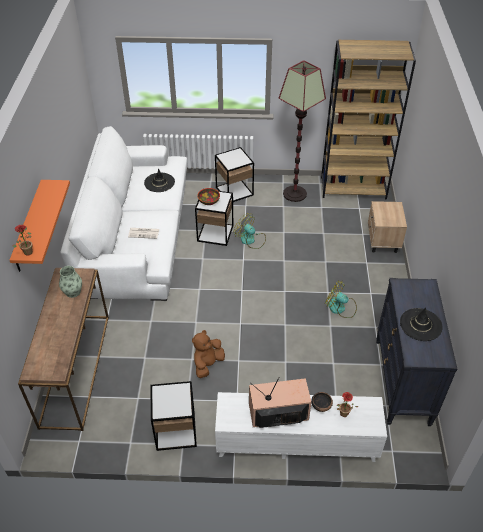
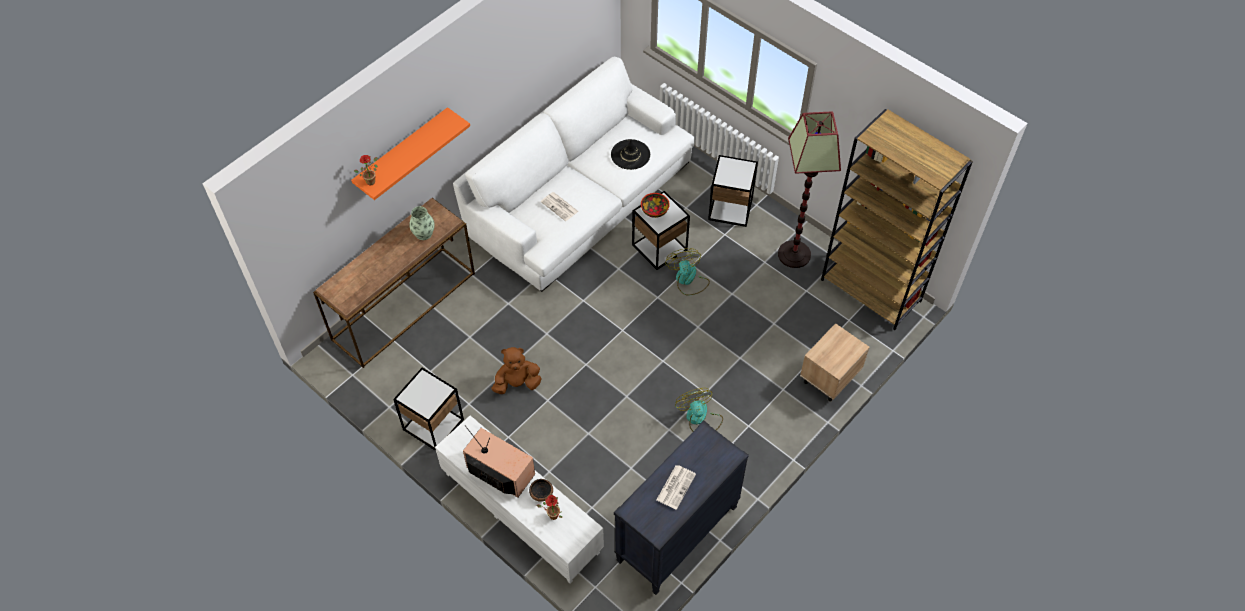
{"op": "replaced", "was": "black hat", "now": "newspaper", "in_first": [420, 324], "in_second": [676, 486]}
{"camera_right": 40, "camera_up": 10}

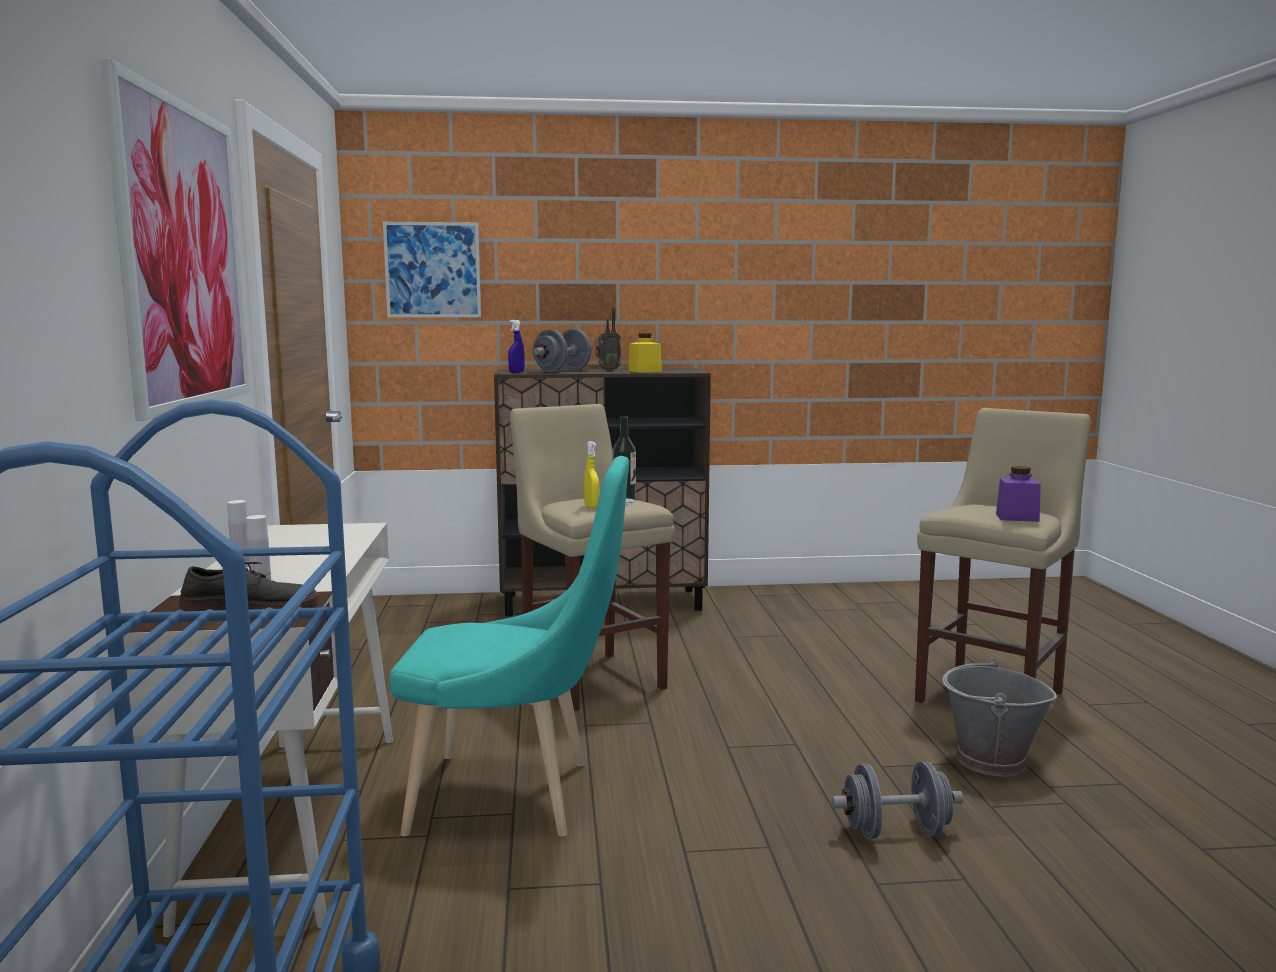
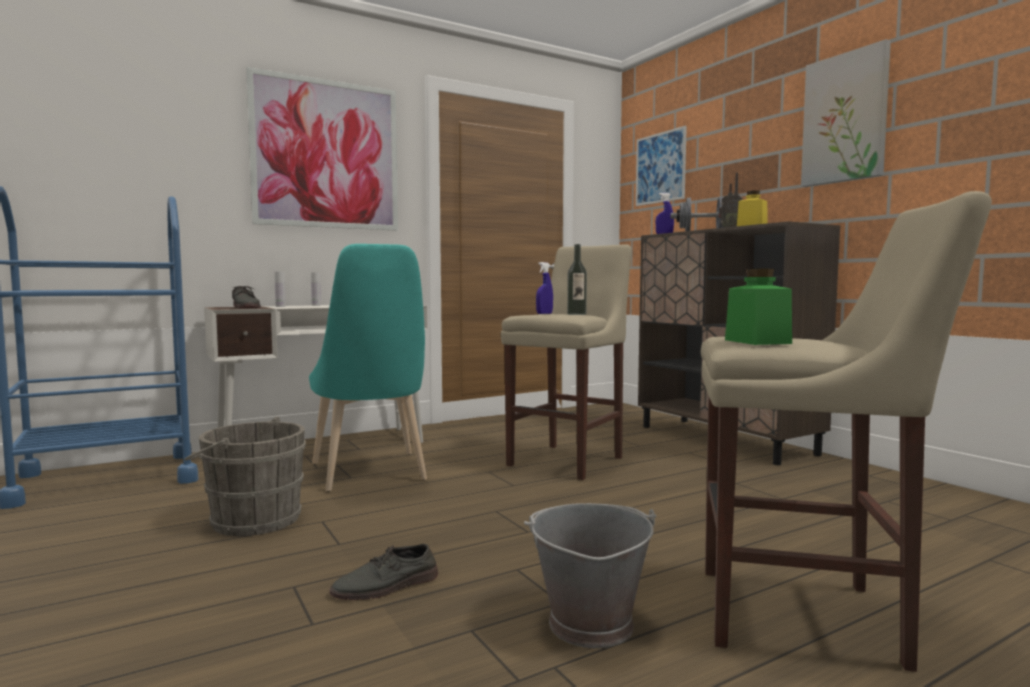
{"op": "added", "now": "grey bucket", "in_second": [251, 519]}
{"op": "added", "now": "picture", "in_second": [845, 118]}
{"op": "replaced", "was": "grey dumbbell", "now": "grey shoe", "in_first": [895, 832], "in_second": [386, 586]}
{"op": "recoloured", "was": "yellow spray bottle", "now": "blue spray bottle", "in_first": [591, 506], "in_second": [544, 314]}
{"op": "recoloured", "was": "purple jar", "now": "green jar", "in_first": [1017, 517], "in_second": [757, 342]}
{"camera_right": 65, "camera_up": -5}

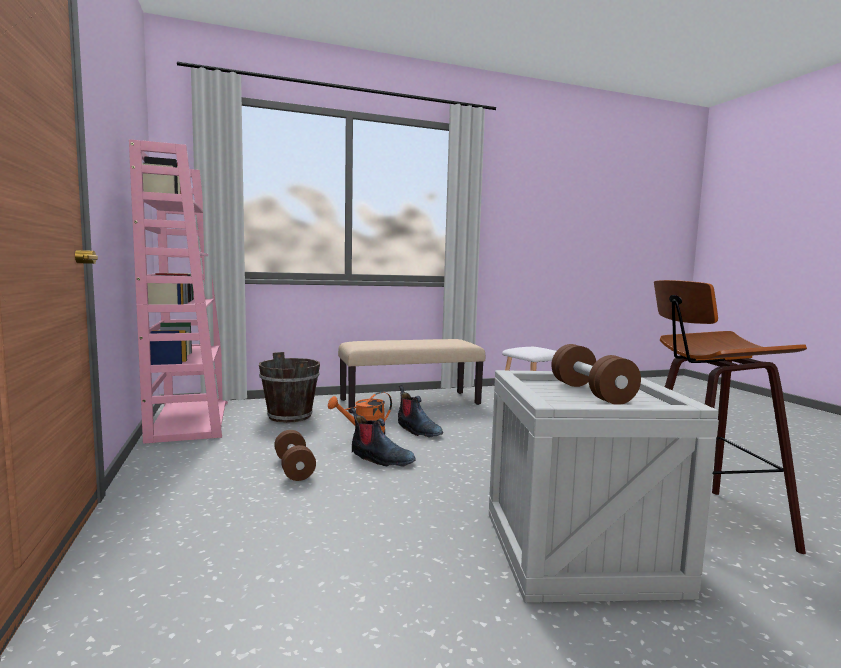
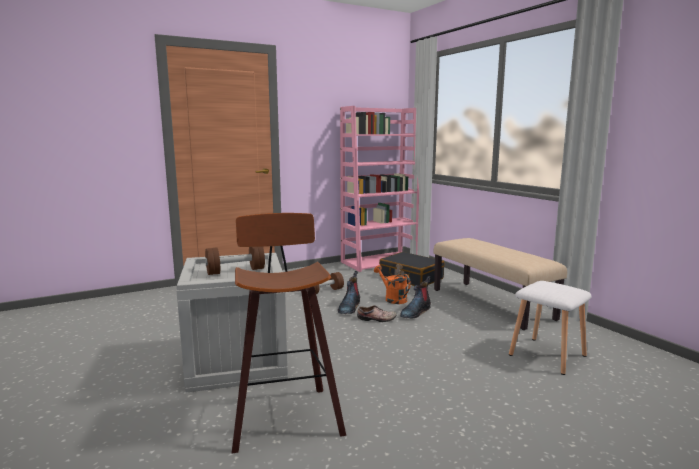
{"op": "added", "now": "shoe", "in_second": [377, 319]}
{"op": "replaced", "was": "brown bucket", "now": "black suitcase", "in_first": [290, 416], "in_second": [410, 278]}
{"camera_right": 80, "camera_up": 5}

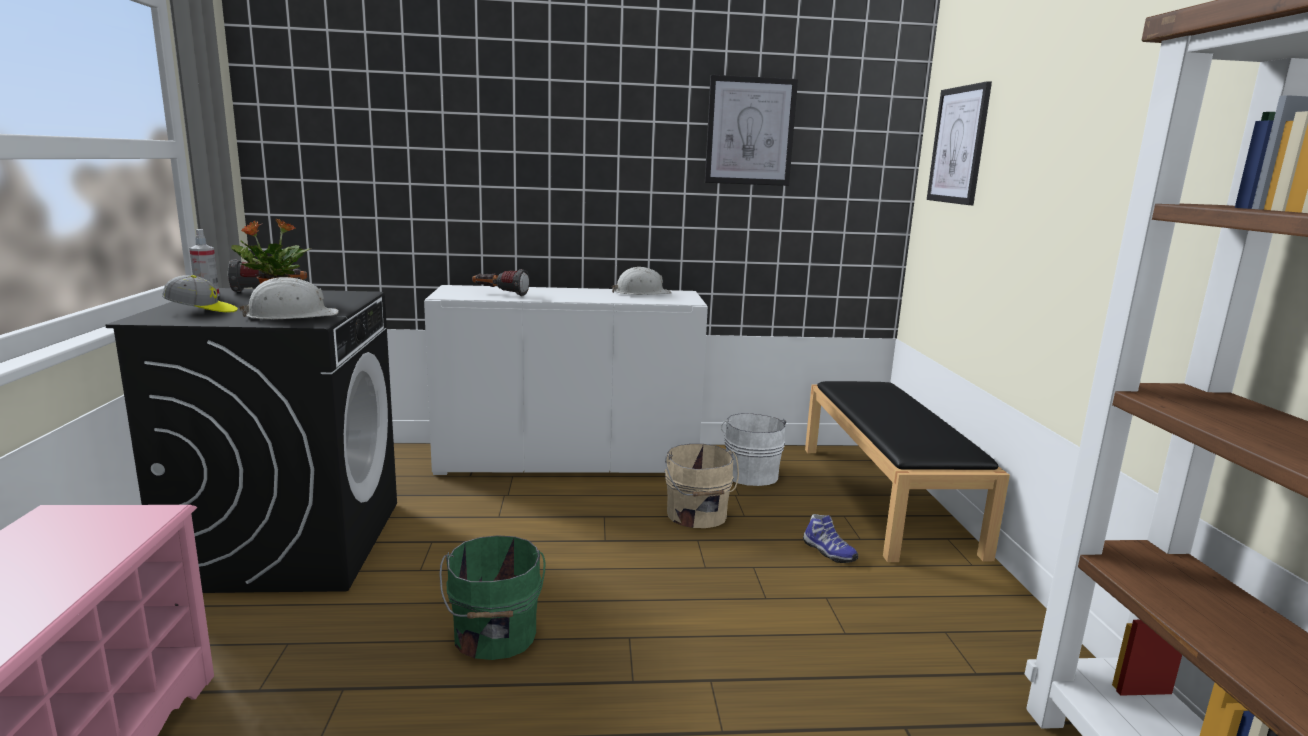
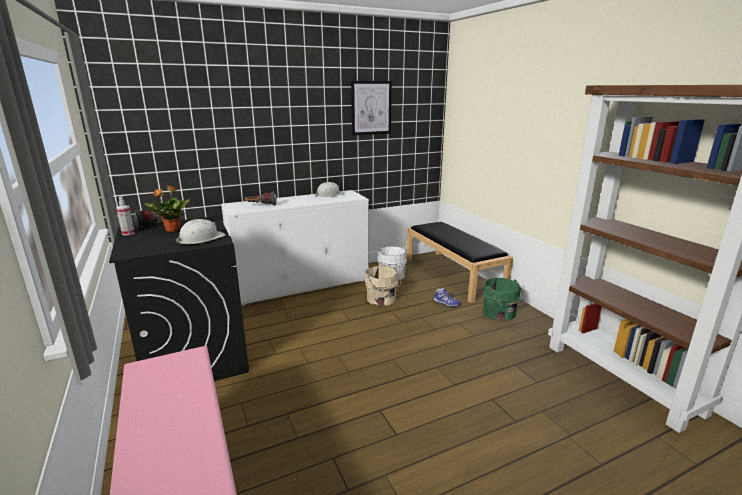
{"op": "removed", "was": "cap", "in_first": [202, 310]}
{"op": "removed", "was": "picture", "in_first": [958, 145]}
{"op": "moved", "was": "green bucket", "in_first": [494, 636], "in_second": [500, 314]}
{"camera_right": -20, "camera_up": 5}

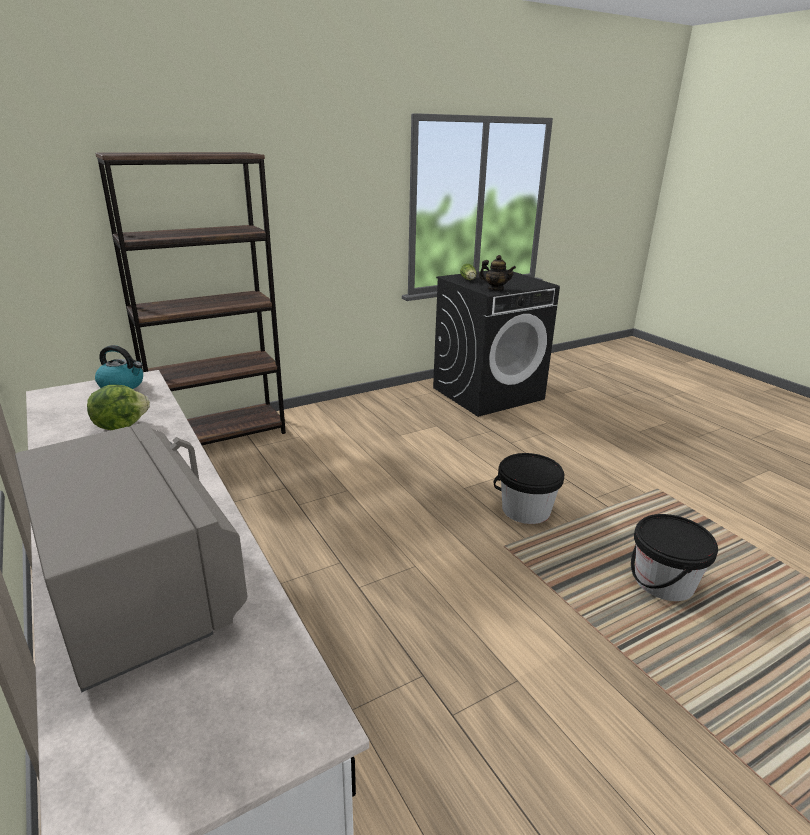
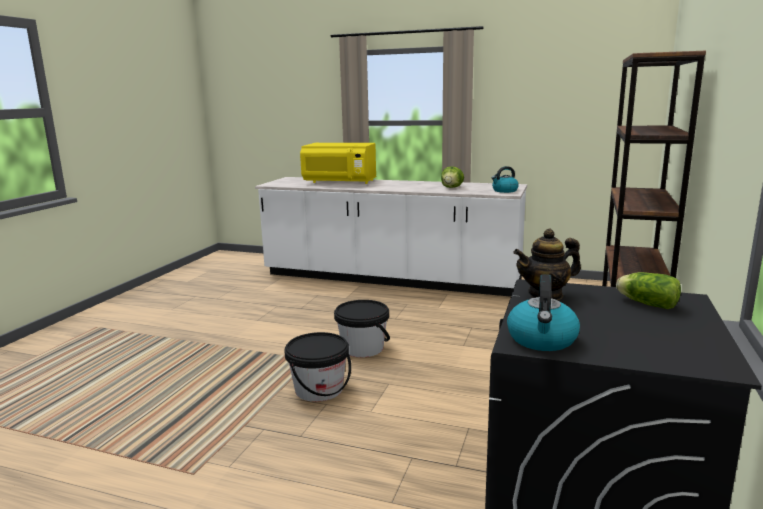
{"op": "added", "now": "kettle", "in_second": [542, 340]}
{"op": "moved", "was": "black bucket", "in_first": [663, 582], "in_second": [363, 348]}
{"op": "recoloured", "was": "grey microwave", "now": "yellow microwave", "in_first": [142, 588], "in_second": [340, 182]}
{"camera_right": 140, "camera_up": -10}

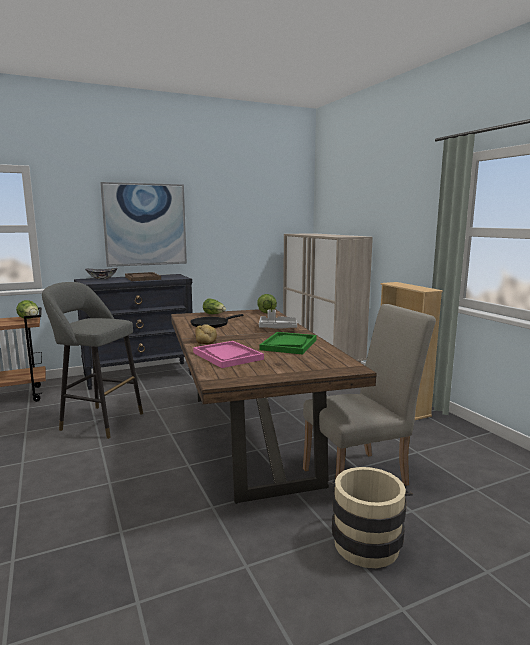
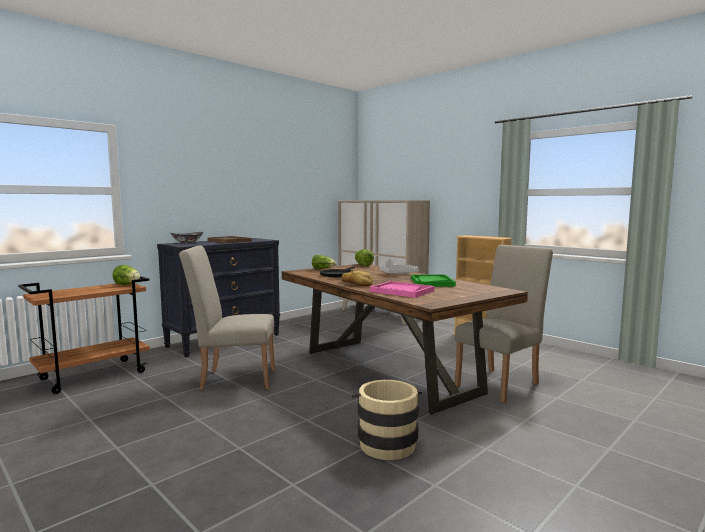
{"op": "removed", "was": "picture", "in_first": [145, 224]}
{"op": "moved", "was": "beige bucket", "in_first": [366, 540], "in_second": [386, 442]}
{"op": "replaced", "was": "grey stool", "now": "beige chair", "in_first": [98, 421], "in_second": [232, 379]}
{"camera_right": -20, "camera_up": -5}

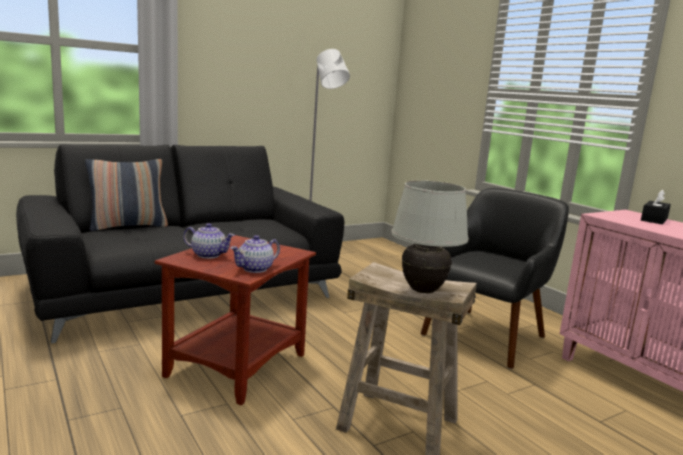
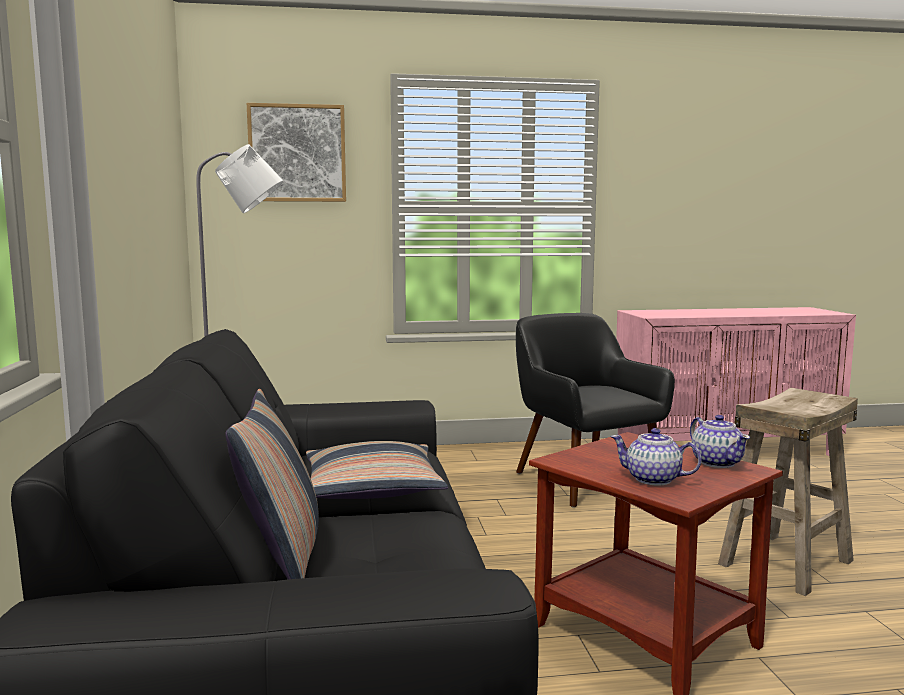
{"op": "removed", "was": "white table lamp", "in_first": [423, 291]}
{"op": "removed", "was": "black tissue box", "in_first": [654, 219]}
{"op": "added", "now": "picture", "in_second": [297, 153]}
{"op": "added", "now": "pillow", "in_second": [372, 488]}
{"op": "turned", "was": "teapot", "in_first": [208, 255], "in_second": [654, 479], "clockwise": -105}
{"camera_right": -65, "camera_up": -5}

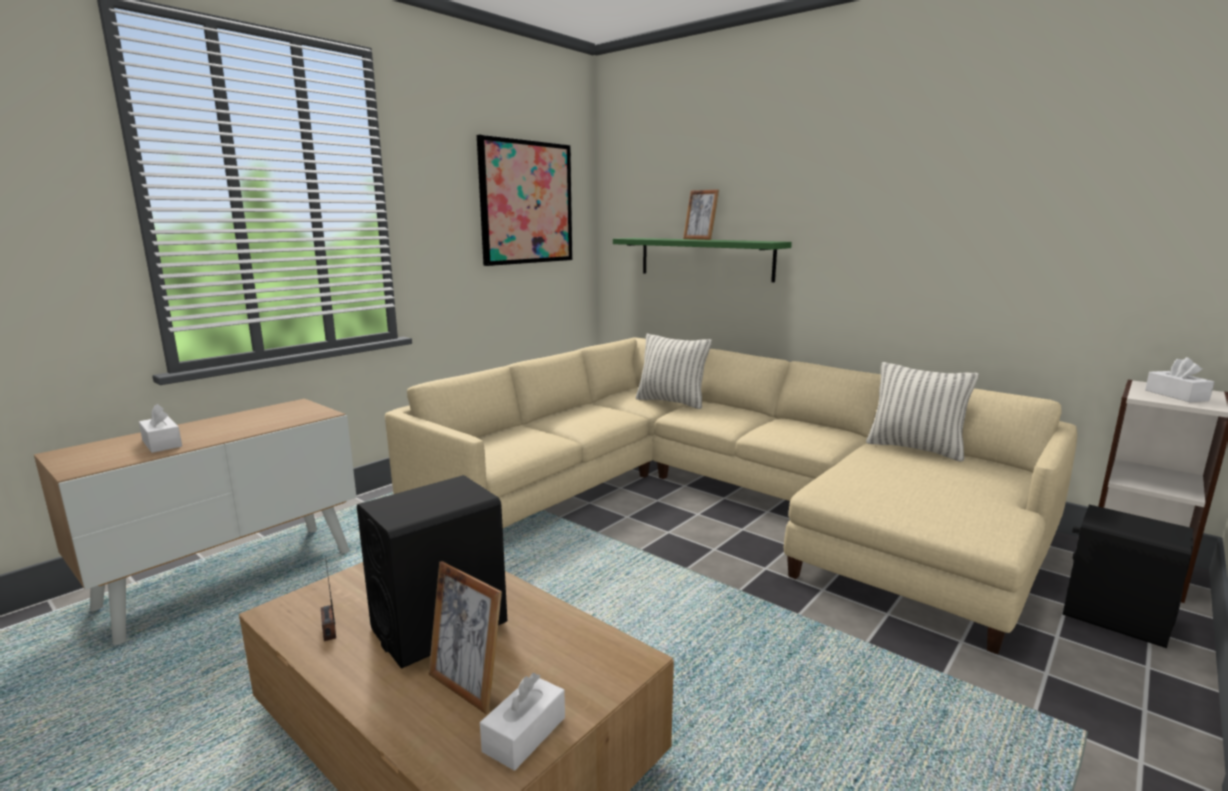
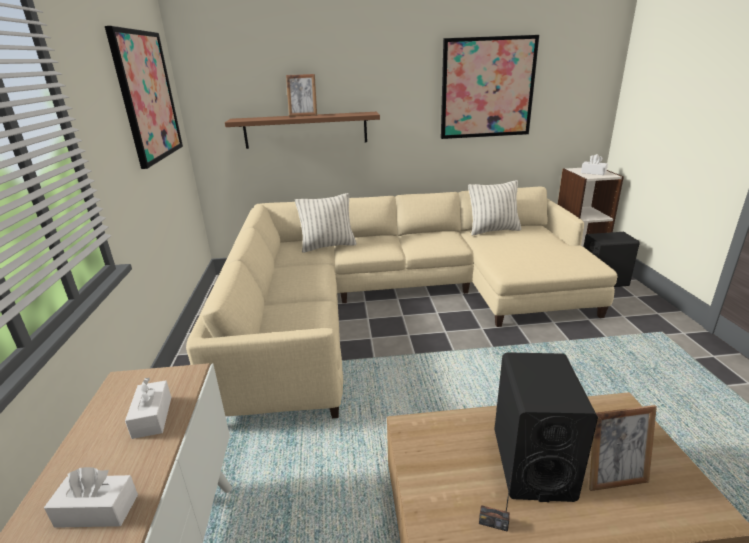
{"op": "added", "now": "picture", "in_second": [487, 88]}
{"op": "moved", "was": "white tissue box", "in_first": [524, 734], "in_second": [152, 417]}
{"op": "recoloured", "was": "green shelf", "now": "brown shelf", "in_first": [705, 258], "in_second": [305, 130]}
{"camera_right": -45, "camera_up": 10}

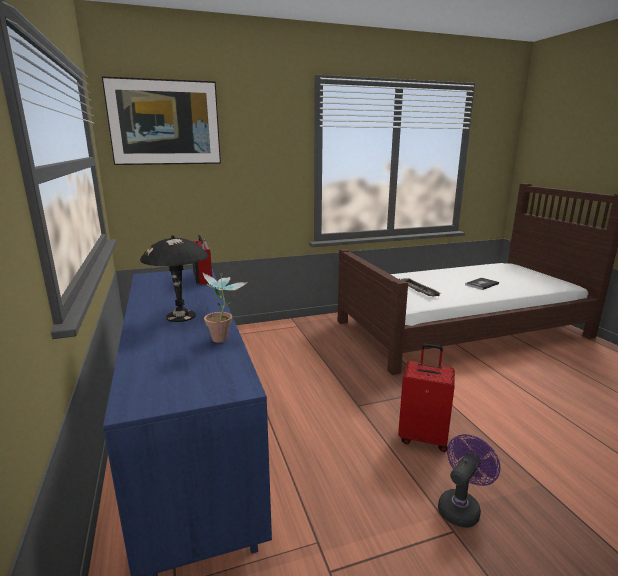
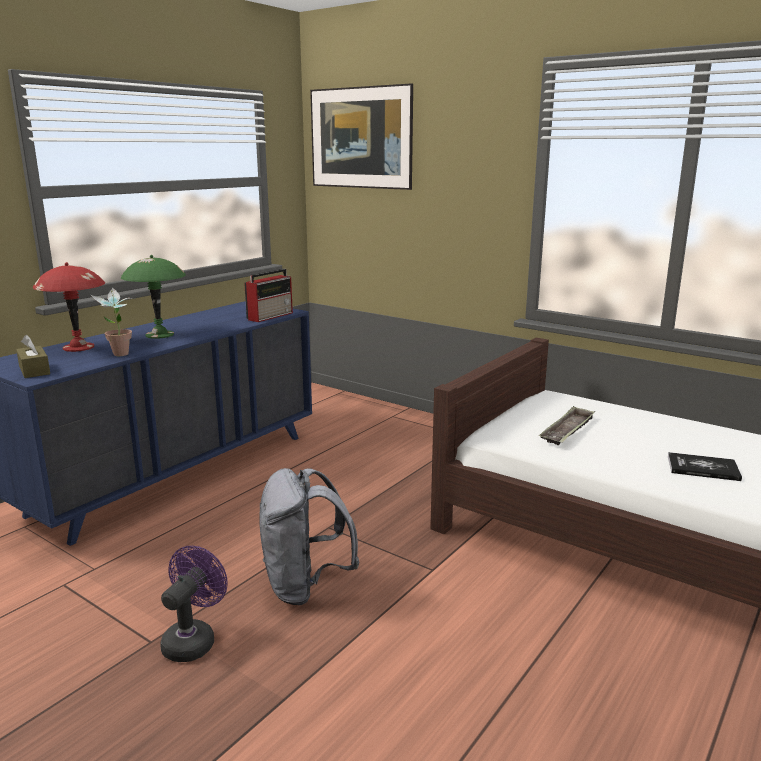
{"op": "added", "now": "brown tissue box", "in_second": [34, 370]}
{"op": "added", "now": "red table lamp", "in_second": [79, 347]}
{"op": "replaced", "was": "red suitcase", "now": "grey backpack", "in_first": [423, 437], "in_second": [305, 586]}
{"op": "recoloured", "was": "black table lamp", "now": "green table lamp", "in_first": [181, 316], "in_second": [159, 335]}
{"op": "turned", "was": "purple fan", "in_first": [461, 507], "in_second": [193, 639], "clockwise": -75}
{"camera_right": 55, "camera_up": 0}

